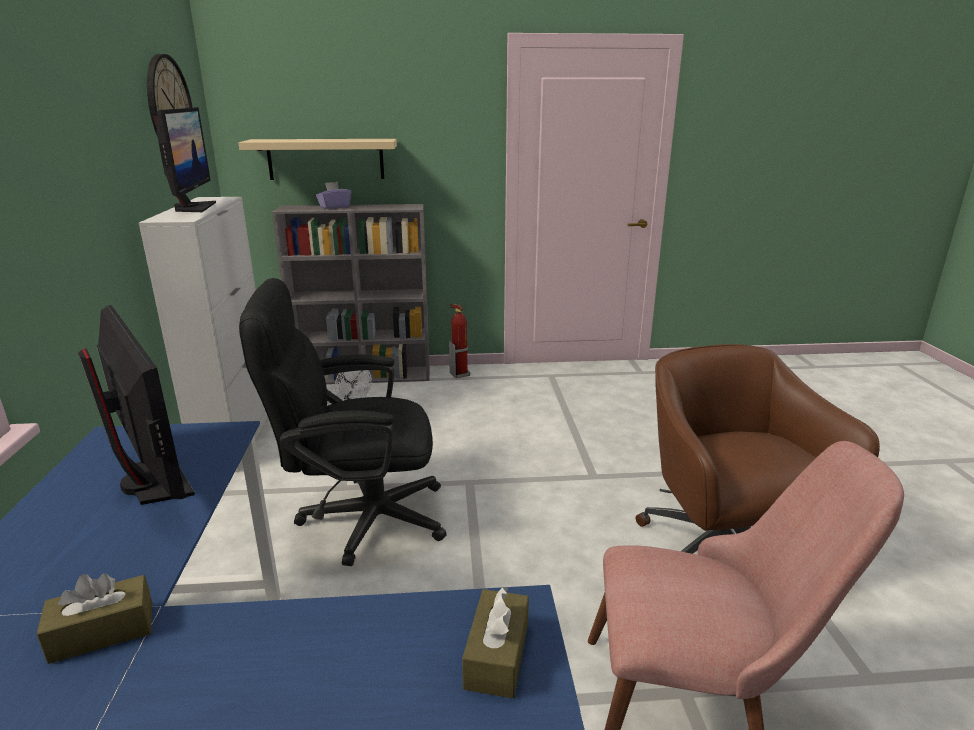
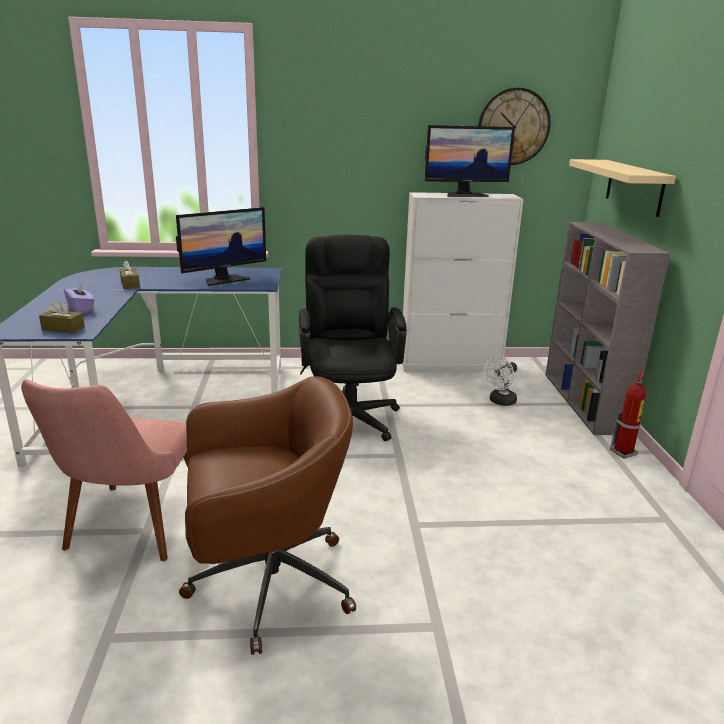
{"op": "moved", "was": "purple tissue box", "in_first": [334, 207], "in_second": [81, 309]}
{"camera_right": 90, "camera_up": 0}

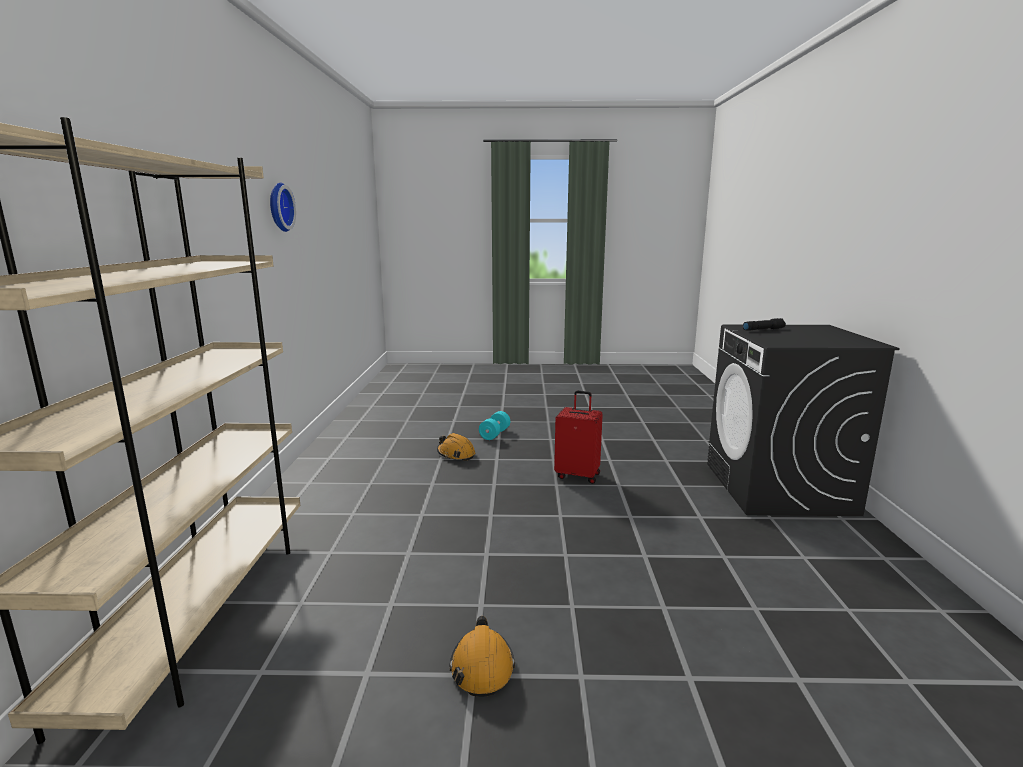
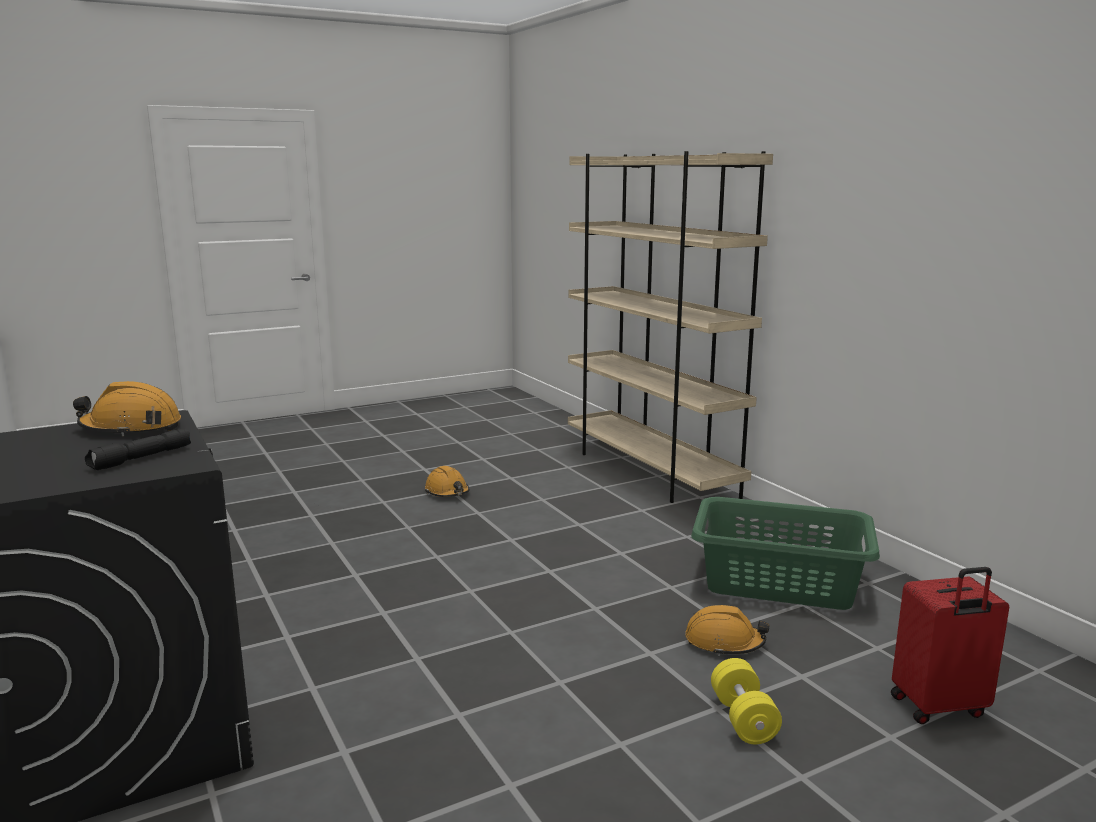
{"op": "removed", "was": "wall clock", "in_first": [278, 207]}
{"op": "added", "now": "orange hard hat", "in_second": [131, 428]}
{"op": "added", "now": "green laundry basket", "in_second": [780, 583]}
{"op": "moved", "was": "red suitcase", "in_first": [578, 475], "in_second": [939, 707]}
{"op": "recoloured", "was": "turquoise dumbbell", "now": "yellow dumbbell", "in_first": [494, 434], "in_second": [743, 719]}
{"camera_right": 150, "camera_up": 0}

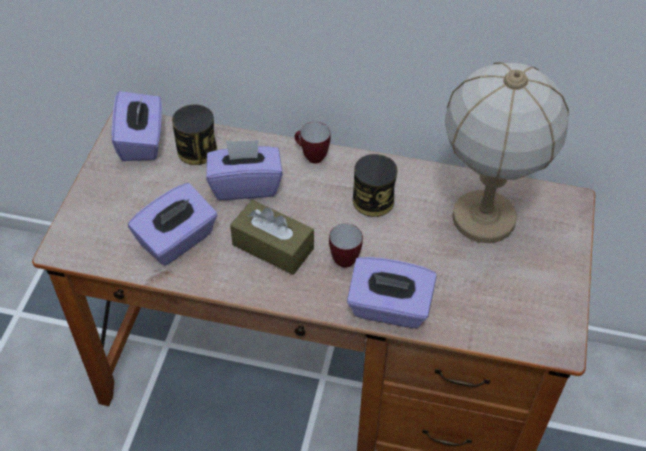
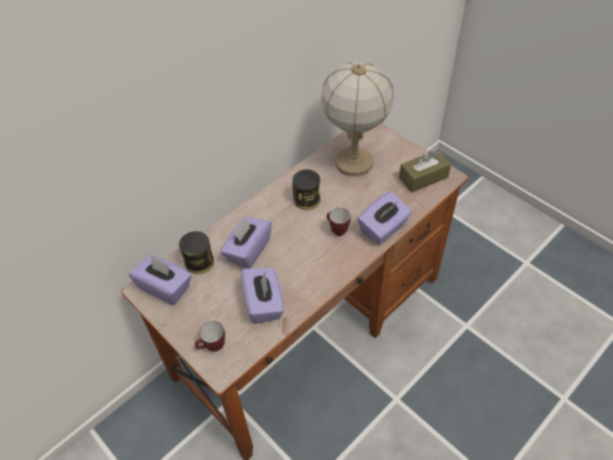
{"op": "moved", "was": "brown tissue box", "in_first": [273, 246], "in_second": [423, 177]}
{"op": "moved", "was": "mug", "in_first": [311, 156], "in_second": [212, 348]}
{"camera_right": -55, "camera_up": 0}

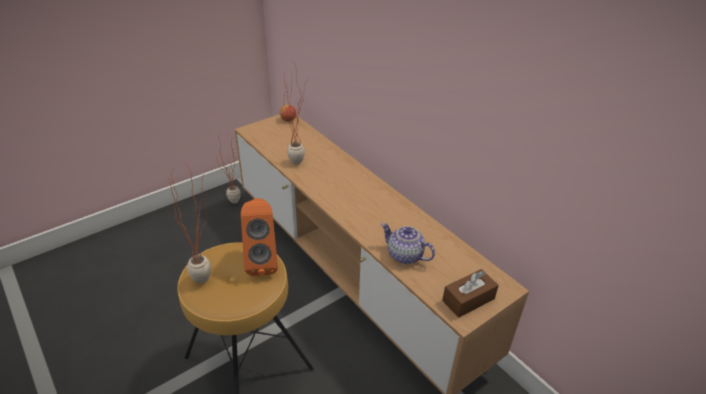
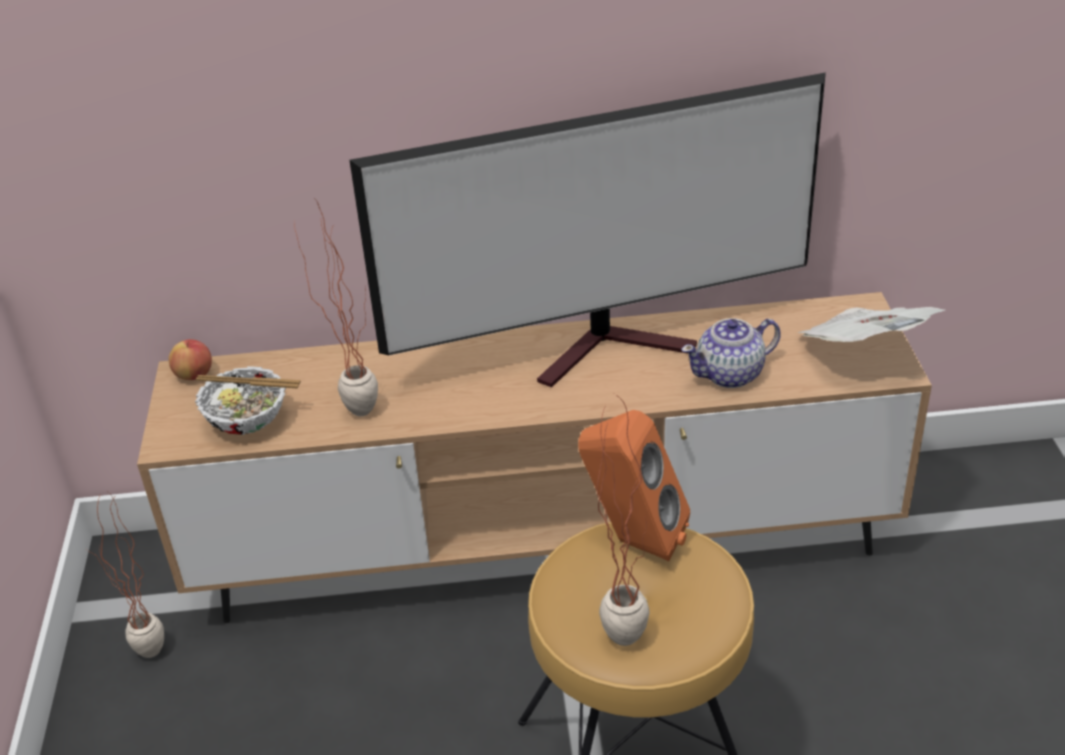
{"op": "added", "now": "bowl", "in_second": [248, 420]}
{"op": "added", "now": "television", "in_second": [613, 347]}
{"op": "replaced", "was": "brown tissue box", "now": "newspaper", "in_first": [468, 299], "in_second": [865, 351]}
{"camera_right": -55, "camera_up": 0}

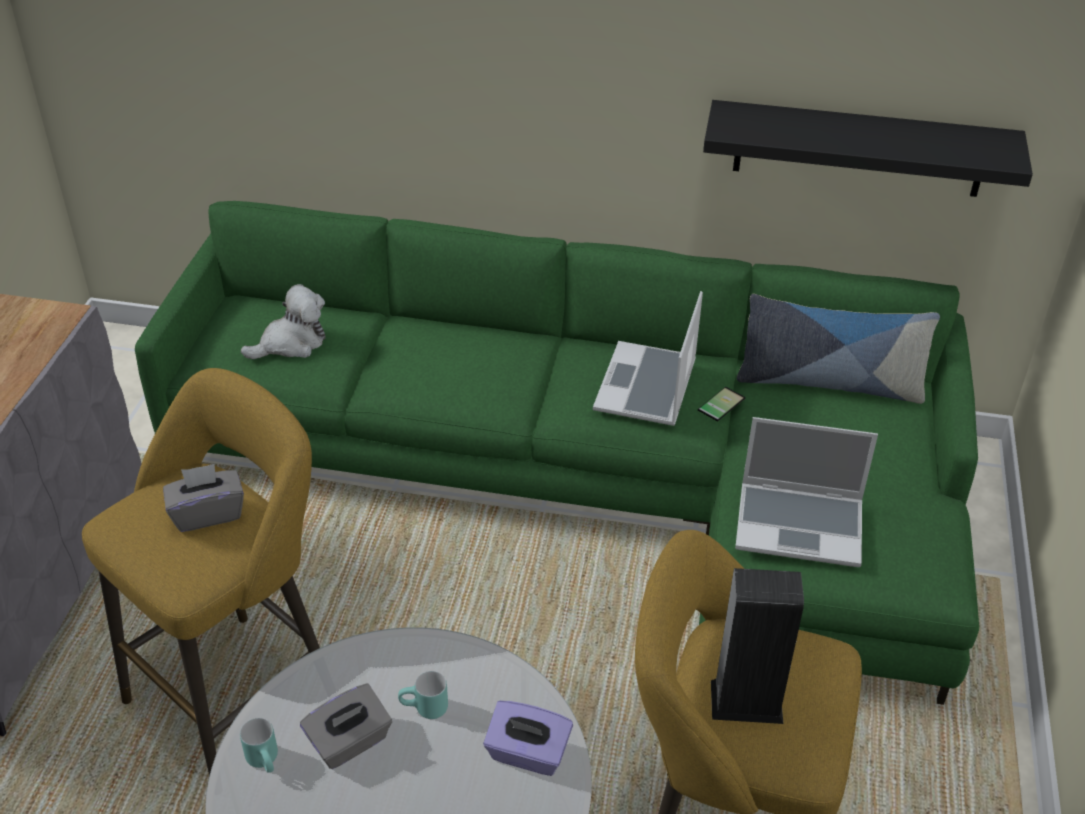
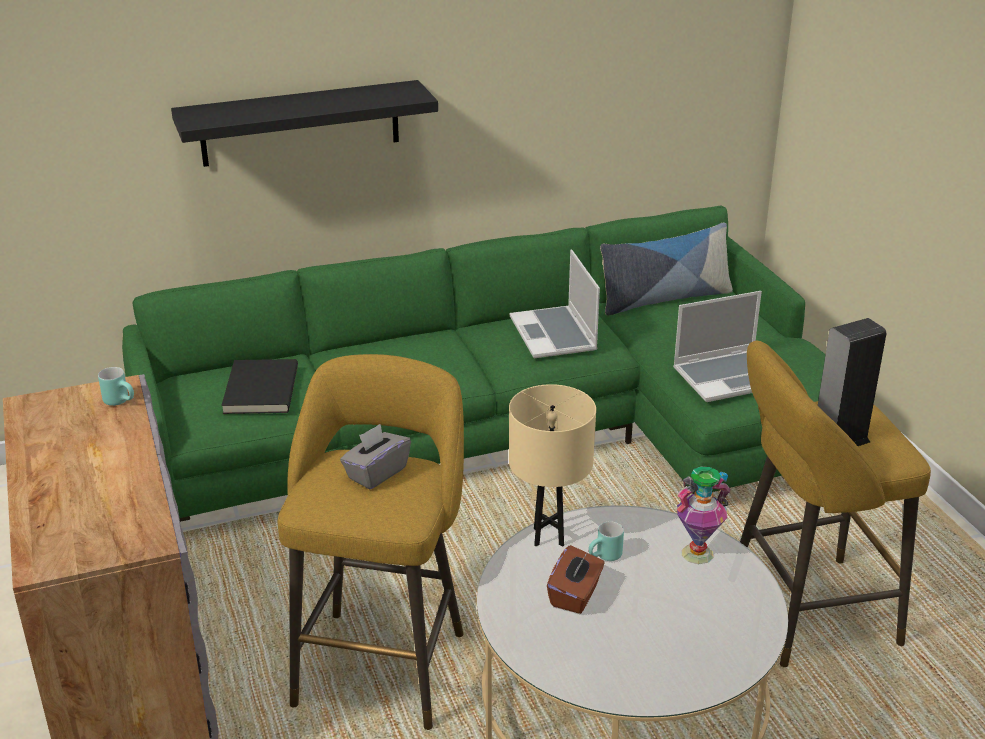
{"op": "removed", "was": "phone", "in_first": [719, 403]}
{"op": "added", "now": "beige table lamp", "in_second": [549, 537]}
{"op": "moved", "was": "turquoise mug", "in_first": [266, 760], "in_second": [121, 401]}
{"op": "moved", "was": "black shelf", "in_first": [859, 149], "in_second": [300, 123]}
{"op": "replaced", "was": "plush toy", "now": "black book", "in_first": [291, 343], "in_second": [259, 390]}
{"op": "replaced", "was": "purple tissue box", "now": "vase", "in_first": [527, 754], "in_second": [697, 553]}
{"op": "recoloured", "was": "grey tissue box", "now": "brown tissue box", "in_first": [349, 742], "in_second": [575, 595]}
{"camera_right": -30, "camera_up": -10}

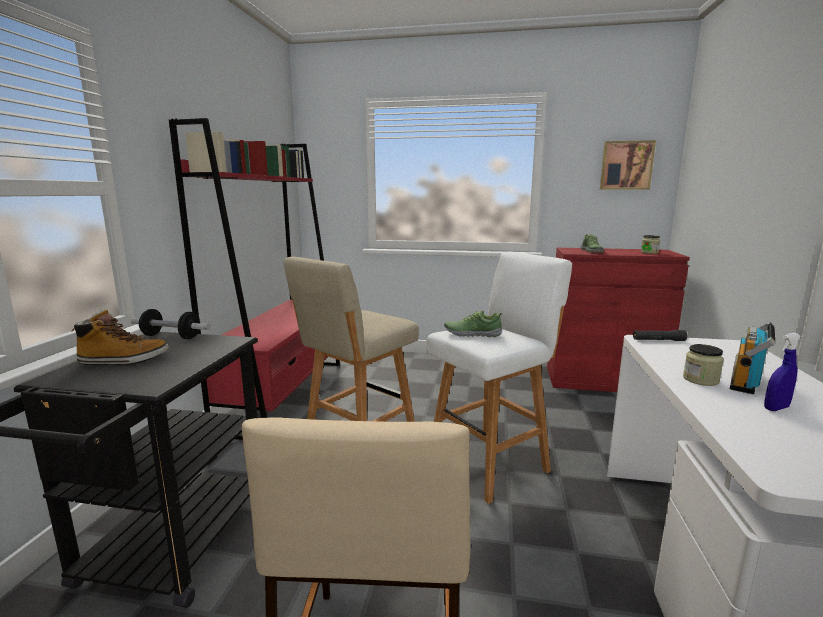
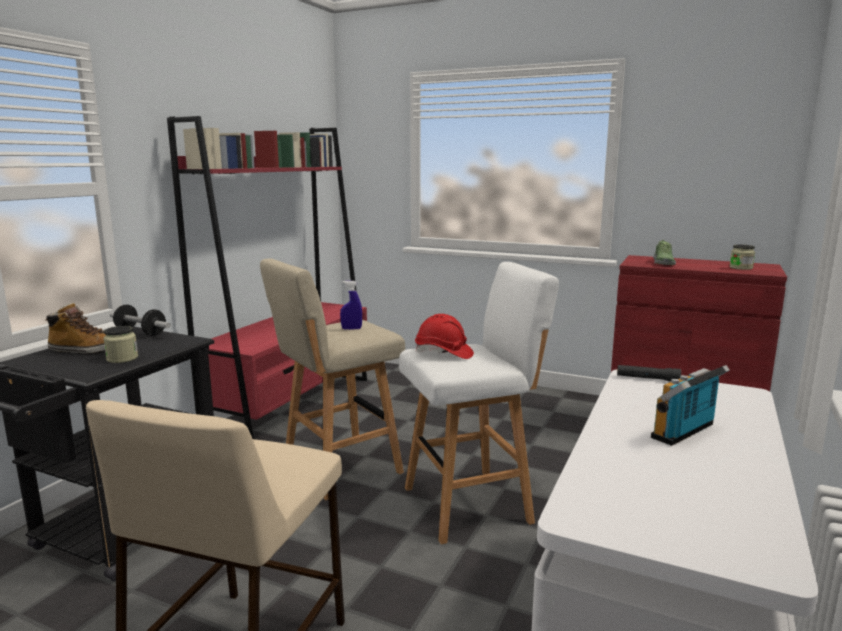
{"op": "removed", "was": "picture", "in_first": [626, 165]}
{"op": "moved", "was": "jar", "in_first": [700, 380], "in_second": [122, 358]}
{"op": "moved", "was": "blue spray bottle", "in_first": [776, 408], "in_second": [351, 329]}
{"op": "replaced", "was": "shoe", "now": "red hard hat", "in_first": [472, 334], "in_second": [443, 353]}
{"camera_right": 15, "camera_up": 0}

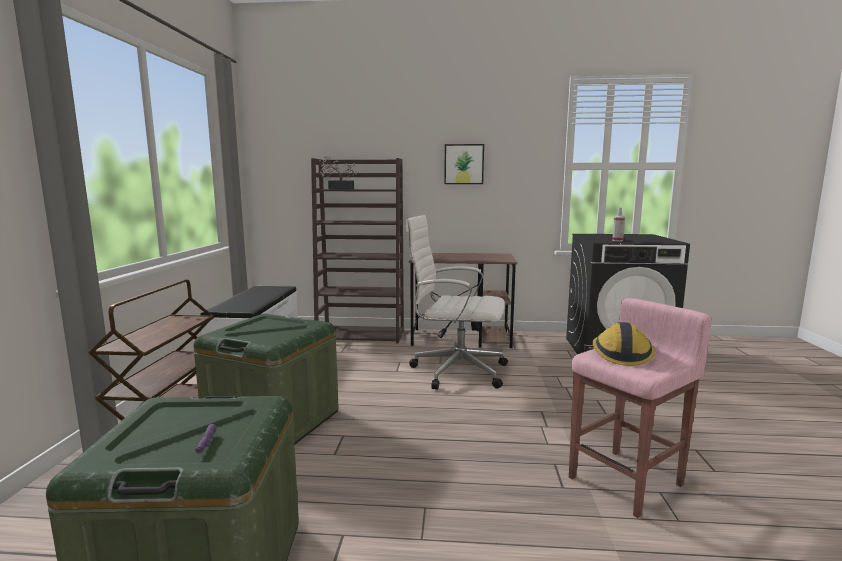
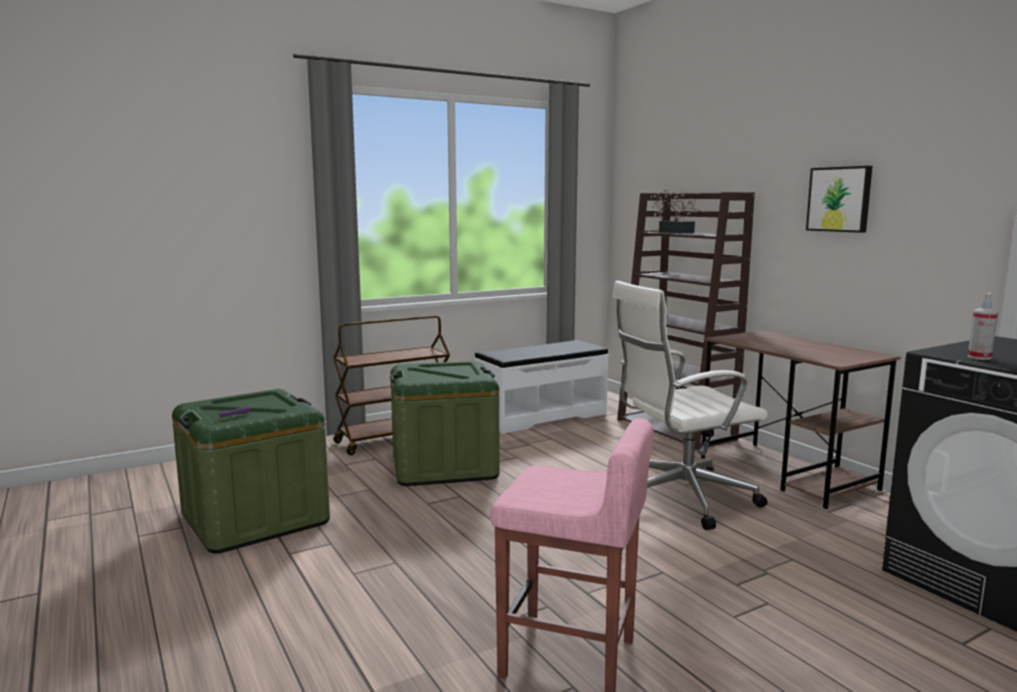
{"op": "removed", "was": "hard hat", "in_first": [621, 354]}
{"op": "turned", "was": "white office chair", "in_first": [456, 371], "in_second": [680, 498], "clockwise": -90}
{"camera_right": 55, "camera_up": 0}

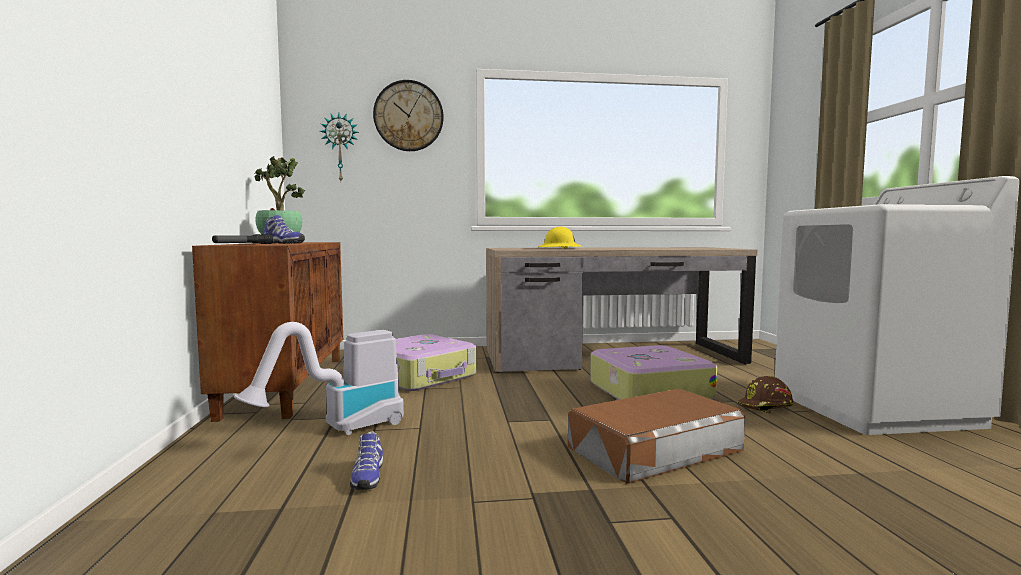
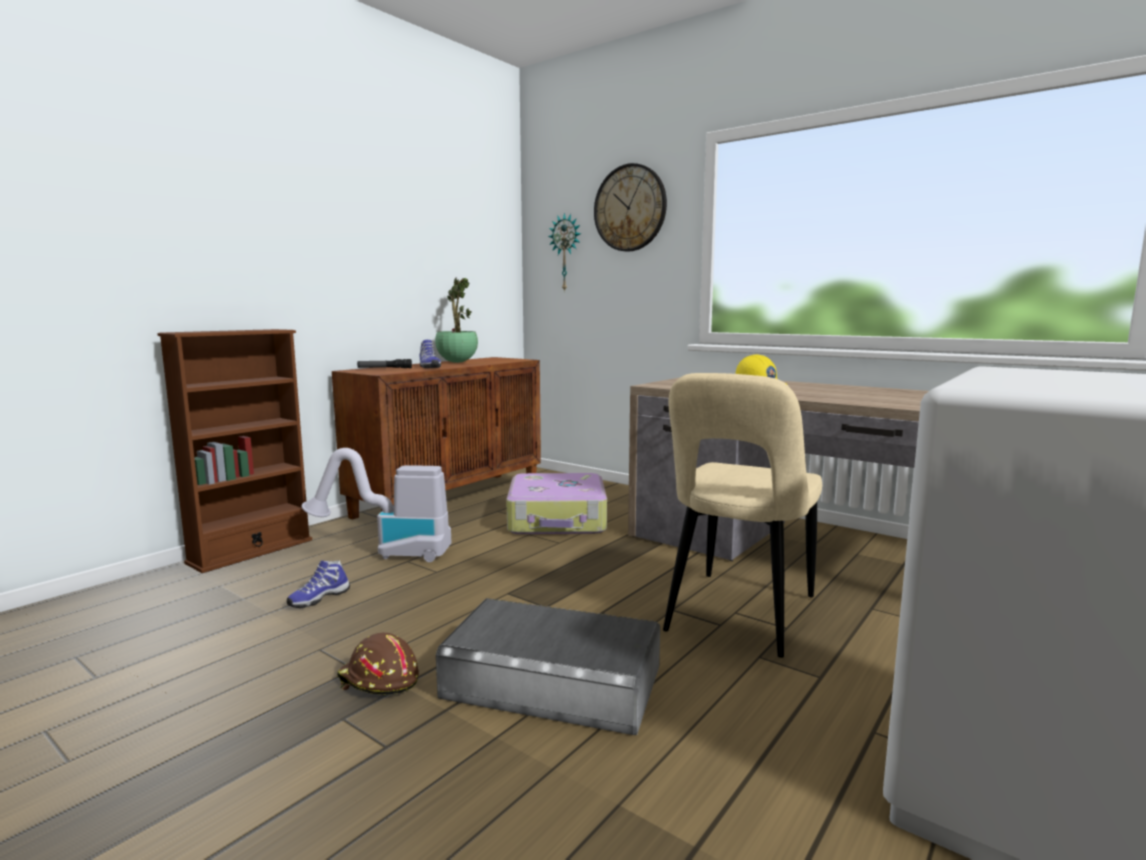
{"op": "added", "now": "brown bookcase", "in_second": [251, 551]}
{"op": "moved", "was": "brown hard hat", "in_first": [766, 407], "in_second": [378, 681]}
{"op": "replaced", "was": "suitcase", "now": "beige chair", "in_first": [648, 391], "in_second": [738, 617]}
{"op": "recoloured", "was": "brown storage box", "now": "grey storage box", "in_first": [654, 448], "in_second": [553, 681]}
{"camera_right": 45, "camera_up": 5}

